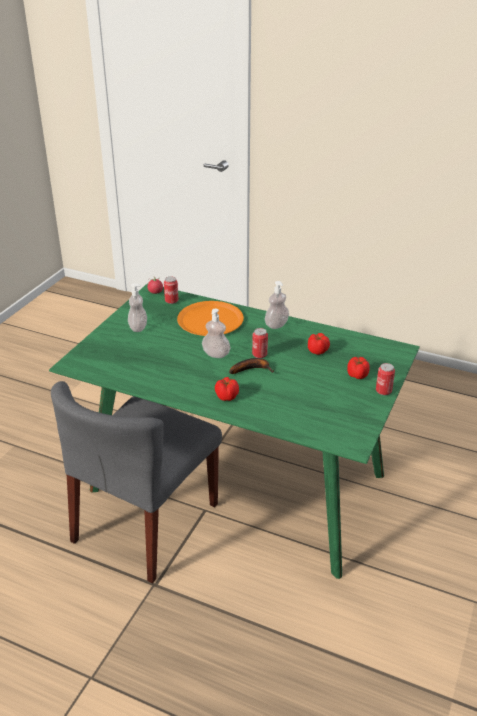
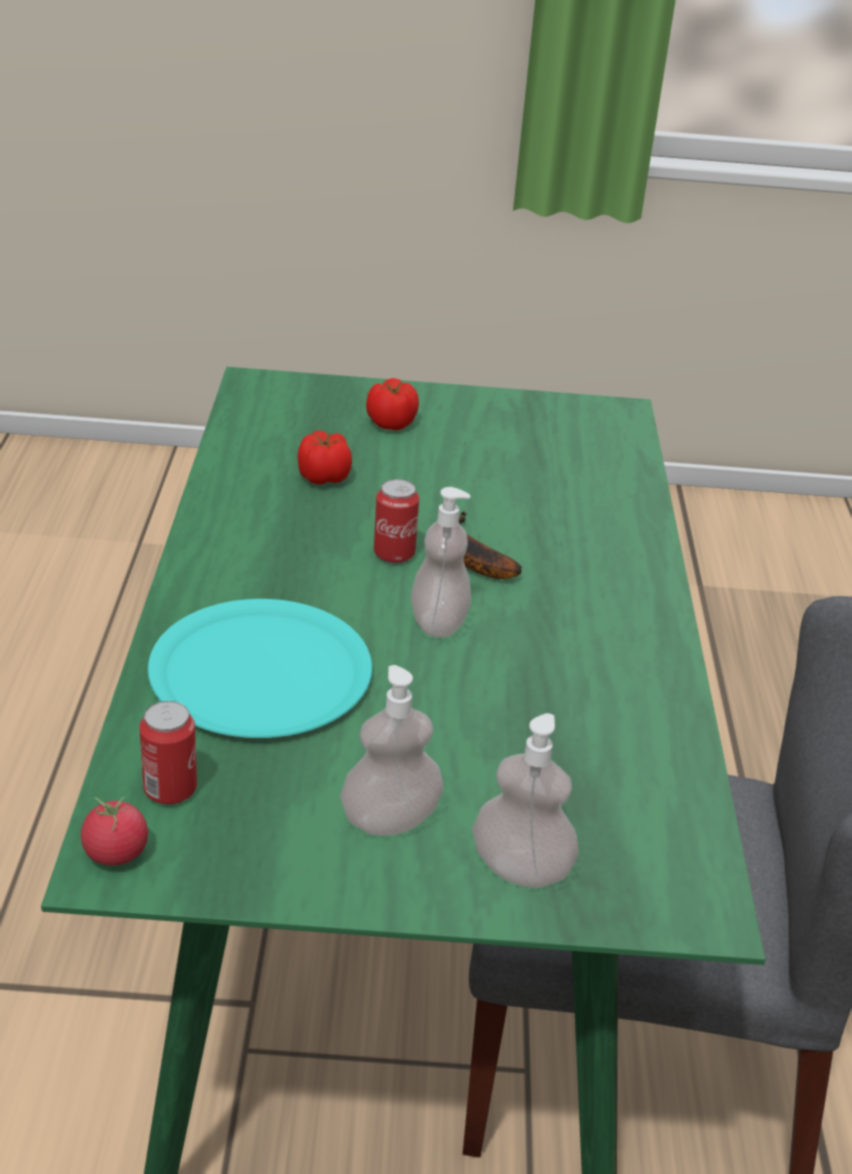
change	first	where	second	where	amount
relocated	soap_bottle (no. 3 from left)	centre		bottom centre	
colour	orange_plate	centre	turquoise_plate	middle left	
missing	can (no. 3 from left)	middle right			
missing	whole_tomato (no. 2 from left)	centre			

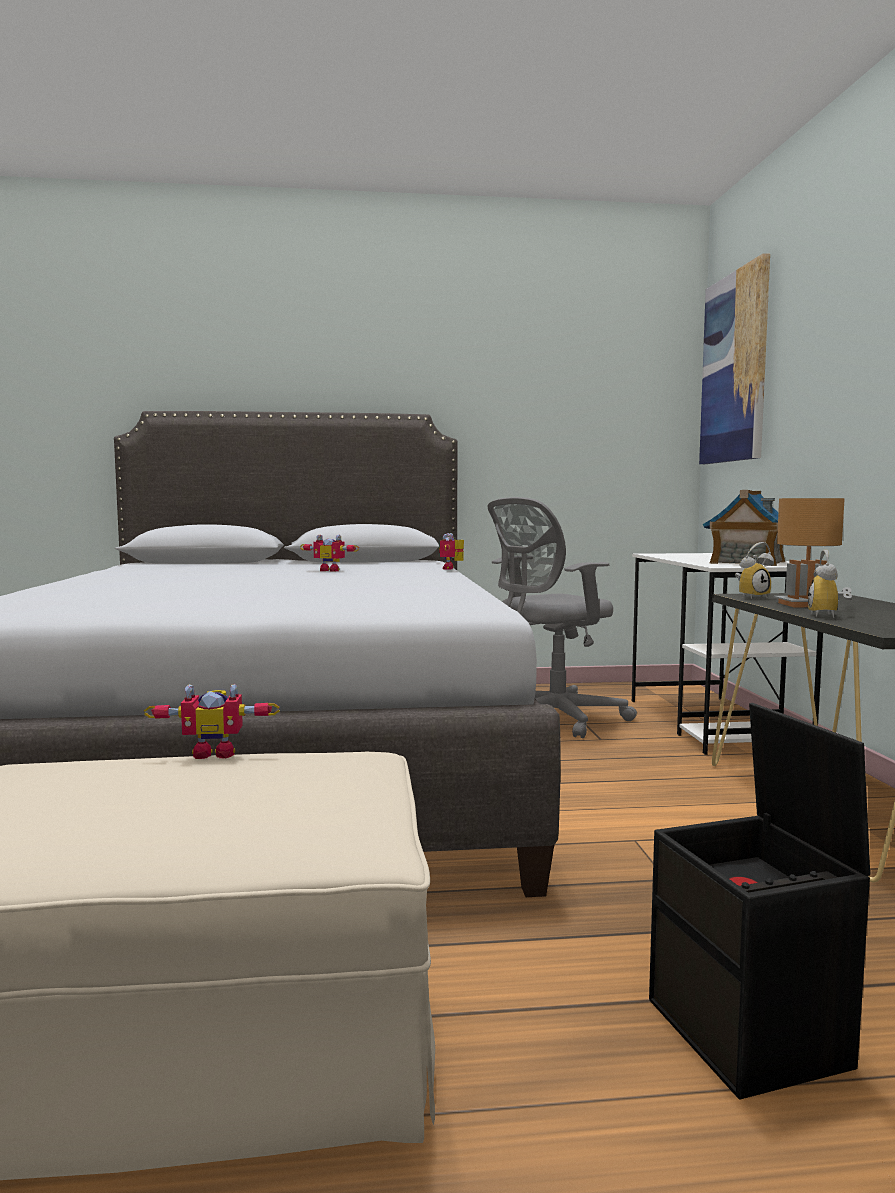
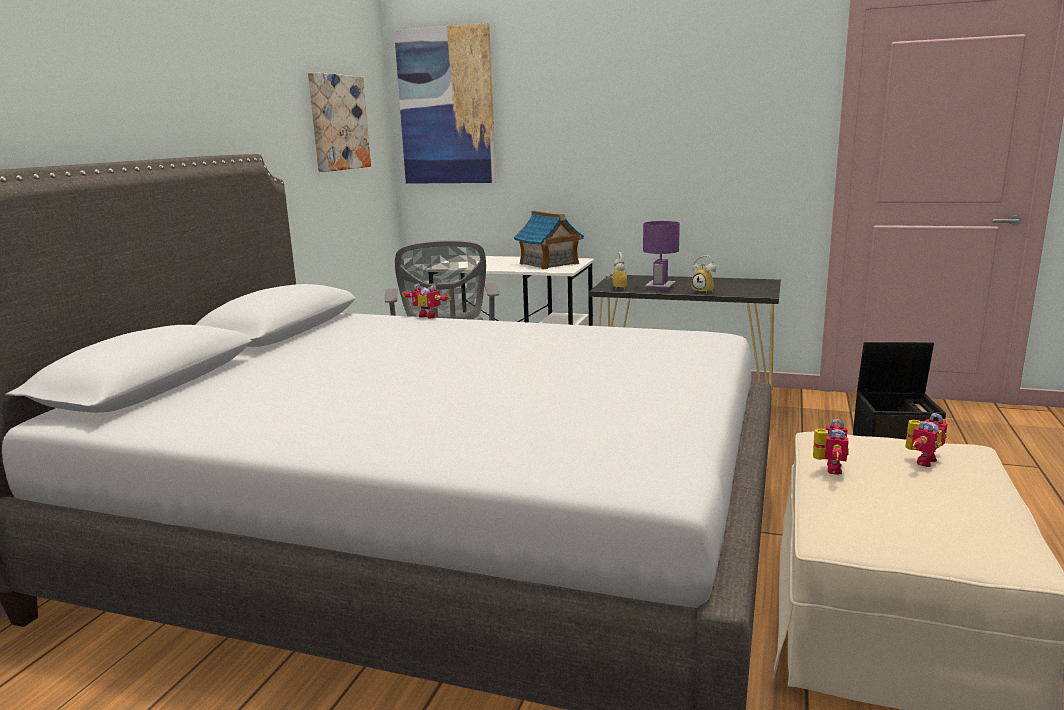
change	first	where	second	where	amount
colour	brown-coloured_lamp_for_a_table	middle right	purple_lamp_for_a_table	centre	
relocated	toy_robot (no. 2 from left in the first image)	centre	toy_robot (no. 3 from left)	middle right	
appeared			wall_picture (no. 1 from left)	top left	

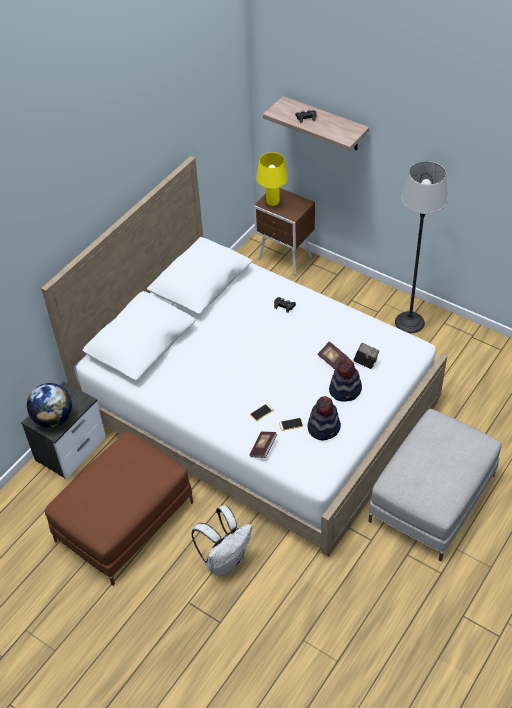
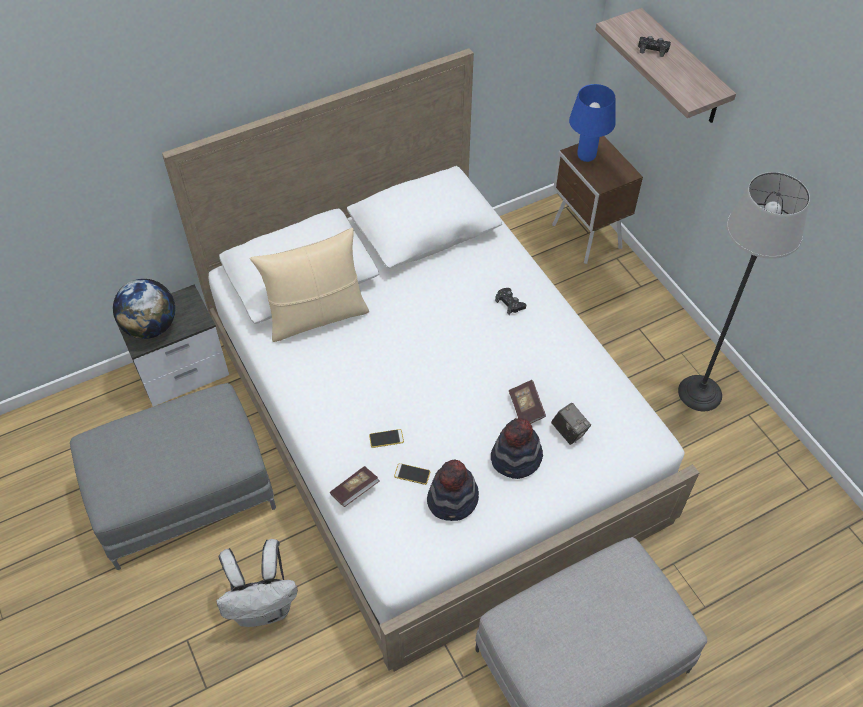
change	first	where	second	where	amount
colour	yellowish_lamp_for_a_table	top centre	blue_lamp_for_a_table	top right	
colour	brown-coloured_pouffe	bottom left	grey_pouffe (no. 1 from left)	bottom left	
appeared			sand-coloured_cushion	centre	

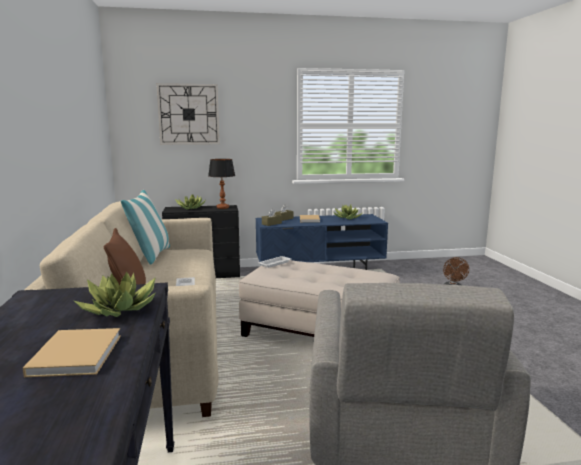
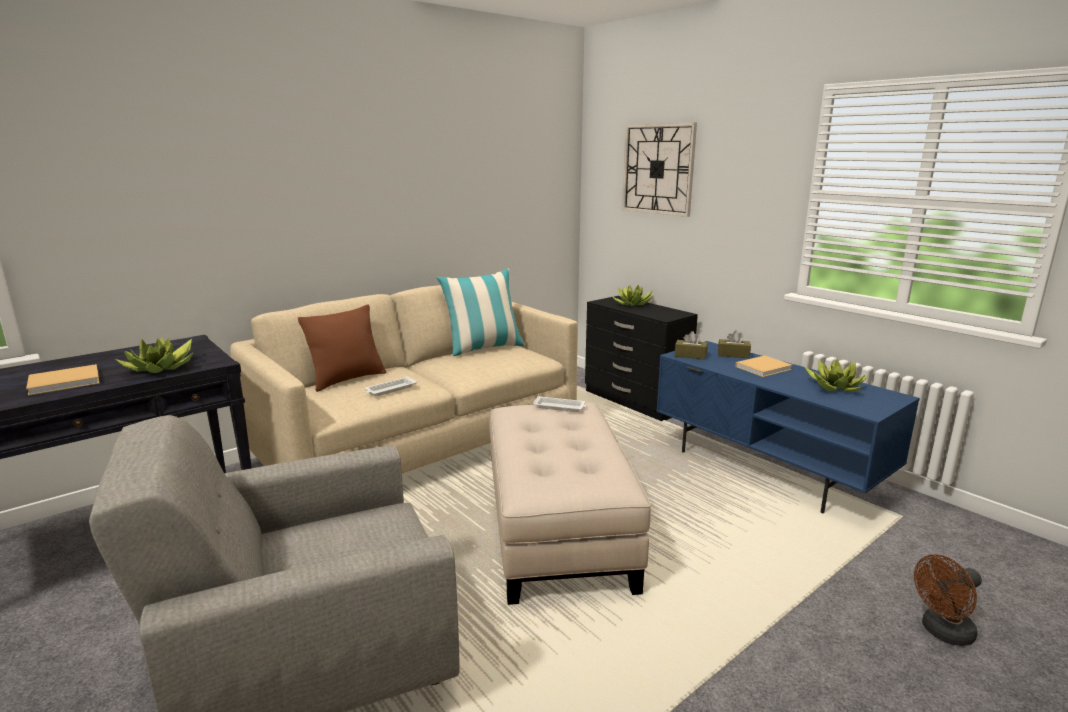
change	first	where	second	where	amount
missing	lamp_for_a_table	centre			

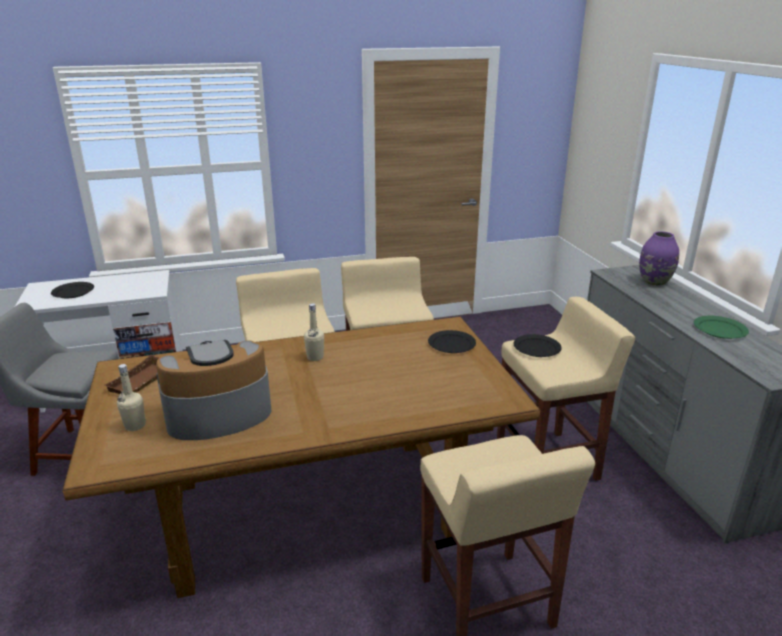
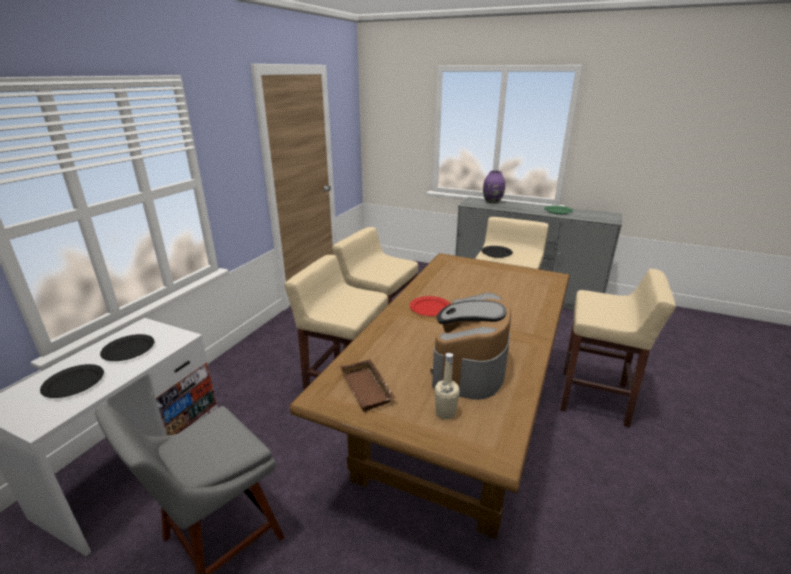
change	first	where	second	where	amount
exchanged	sand-coloured_beverage_bottle (no. 2 from left)	centre	red-coloured_plate	centre	
relocated	black-coloured_plate (no. 2 from left)	centre		middle left	

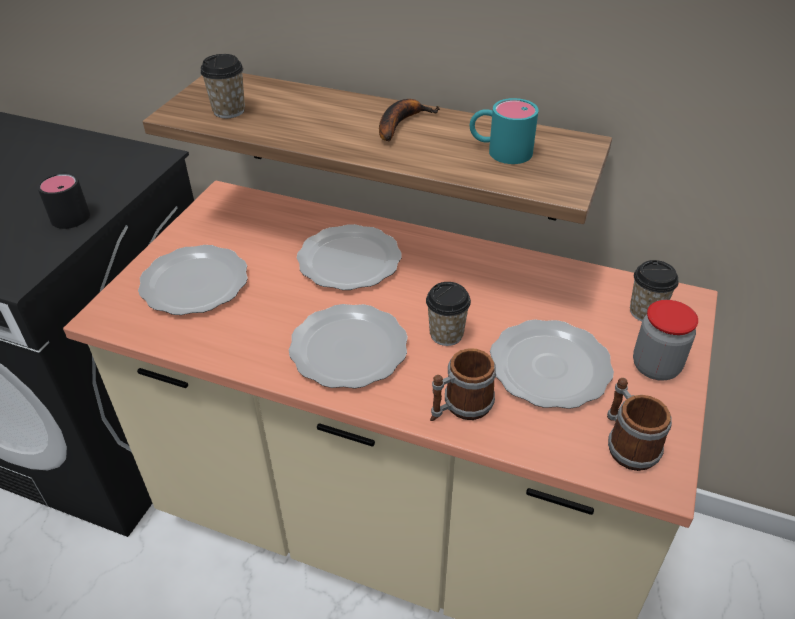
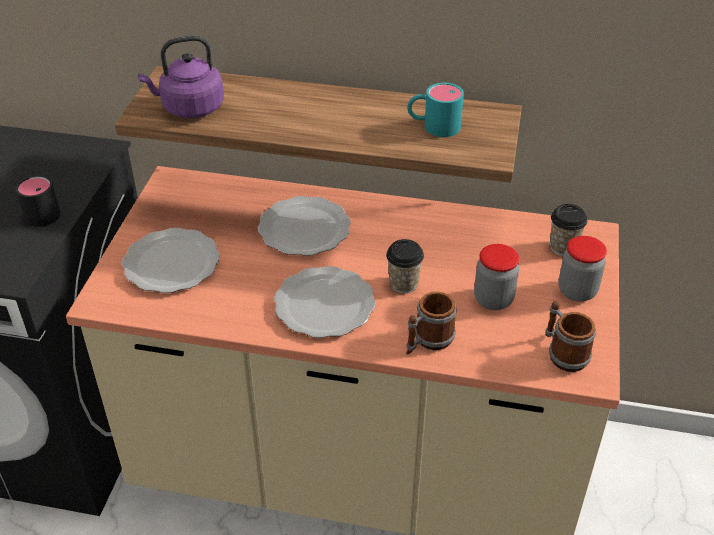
change	first	where	second	where	amount
exchanged	drinking_cup (no. 1 from left)	top left	purple_tea_kettle	top left	
missing	banana	top centre			
exchanged	plate (no. 4 from left)	middle right	jar (no. 1 from left)	middle right	

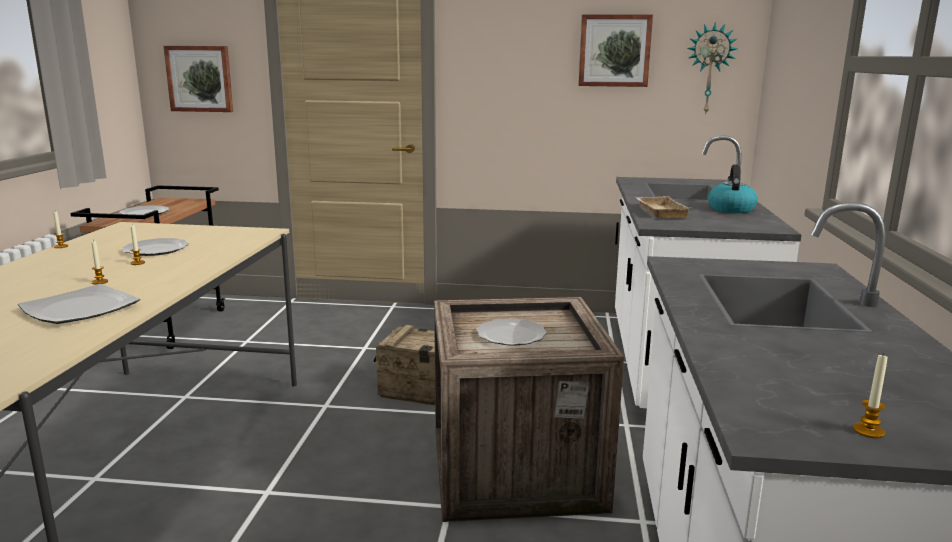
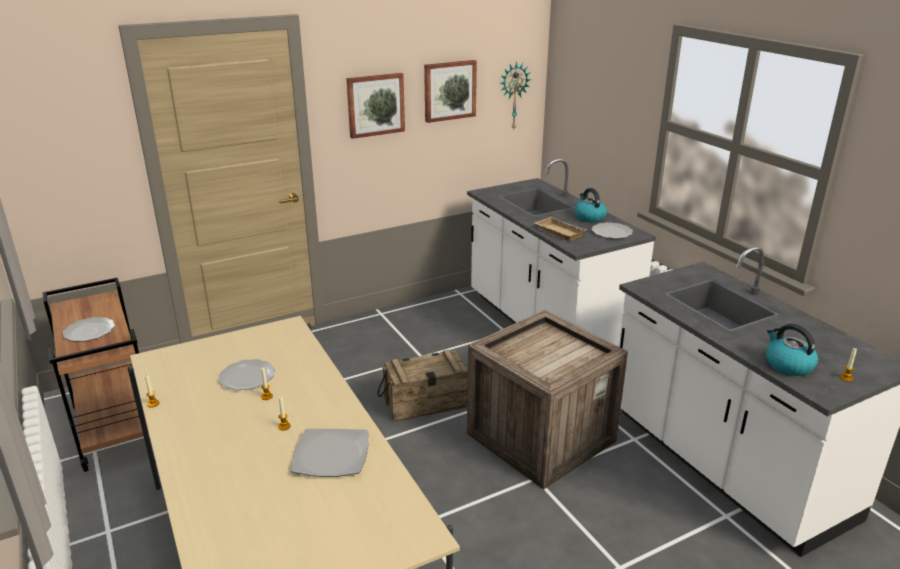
change	first	where	second	where	amount
relocated	wall_picture (no. 1 from left)	top left		top centre	
relocated	plate (no. 4 from left)	centre		middle right	
appeared			tea_kettle (no. 2 from left)	middle right	

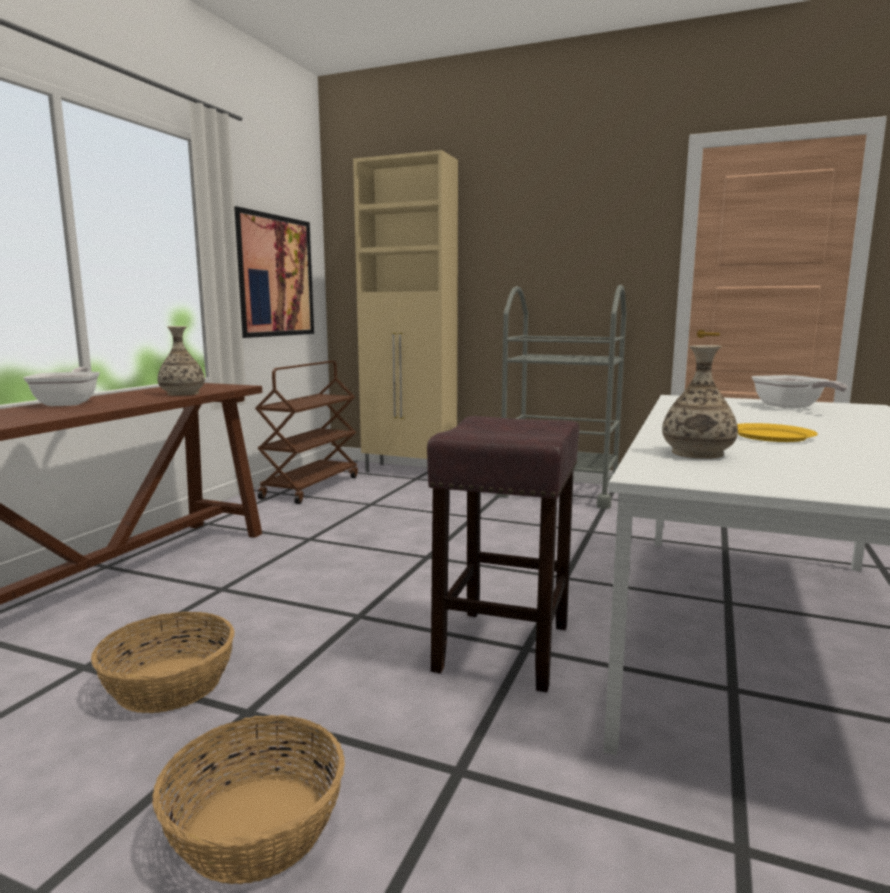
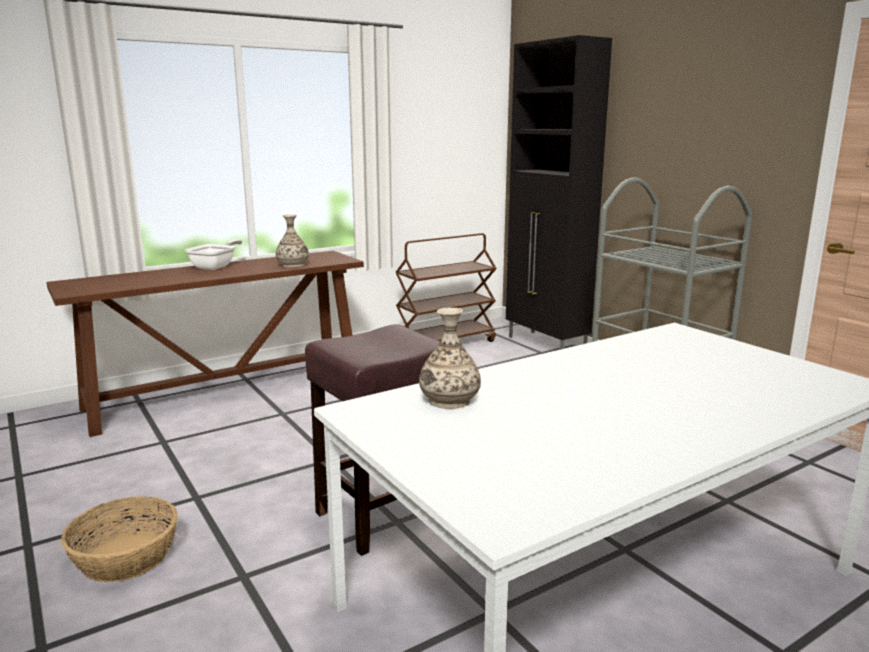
change	first	where	second	where	amount
colour	sand-coloured_storage_cabinet	centre	black-coloured_storage_cabinet	top centre	
missing	wall_picture	top left			
missing	frying_pan (no. 2 from left)	middle right			
missing	yellowish_plate	middle right			
missing	basket (no. 1 from left)	bottom left			

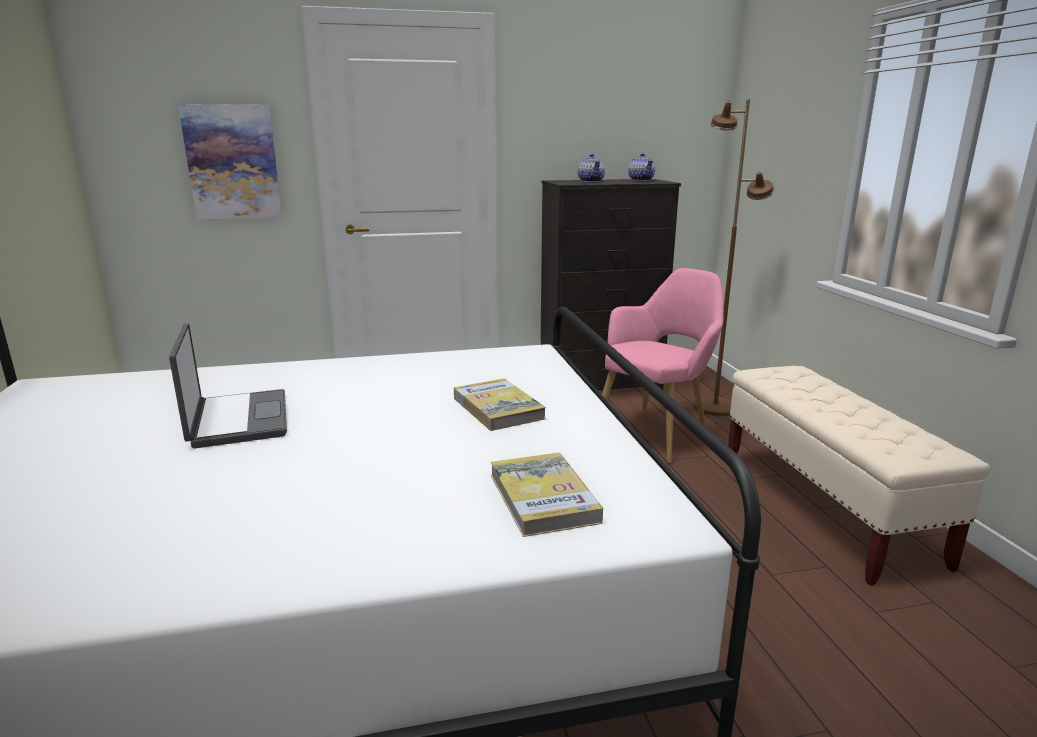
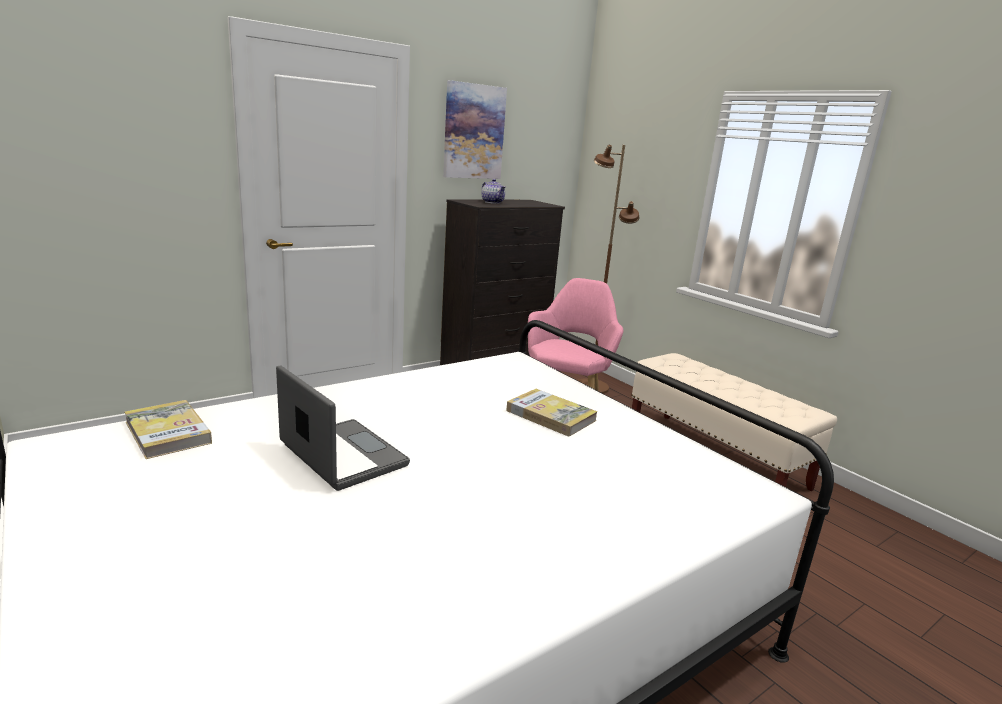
change	first	where	second	where	amount
relocated	wall_picture	top left		top centre	
missing	tea_pot (no. 2 from left)	top centre			
relocated	bound_book (no. 2 from left in the first image)	bottom centre	bound_book (no. 1 from left)	middle left	

